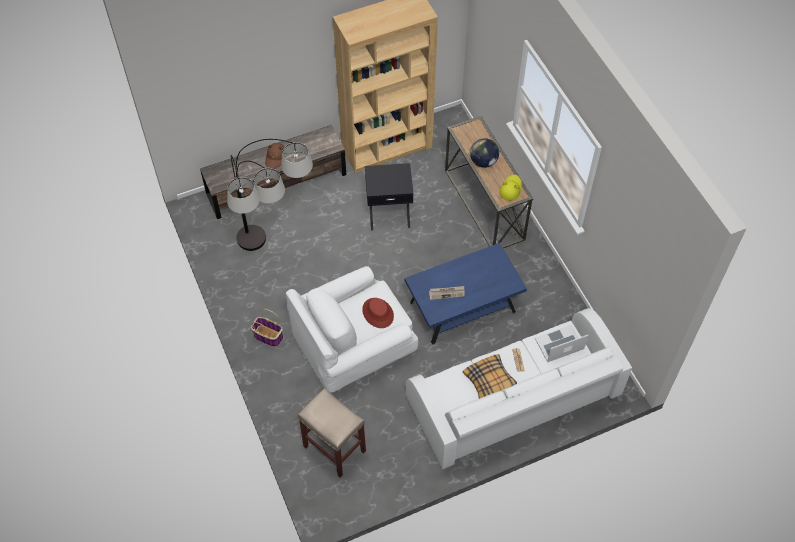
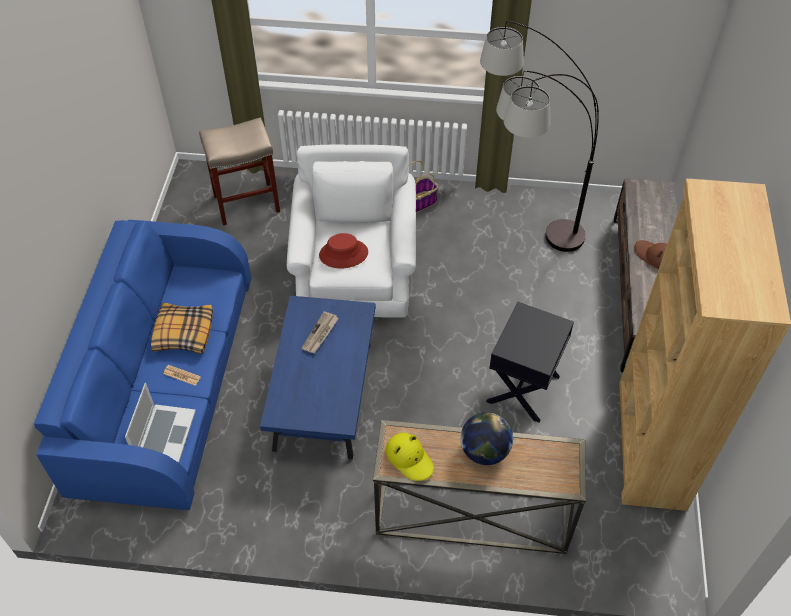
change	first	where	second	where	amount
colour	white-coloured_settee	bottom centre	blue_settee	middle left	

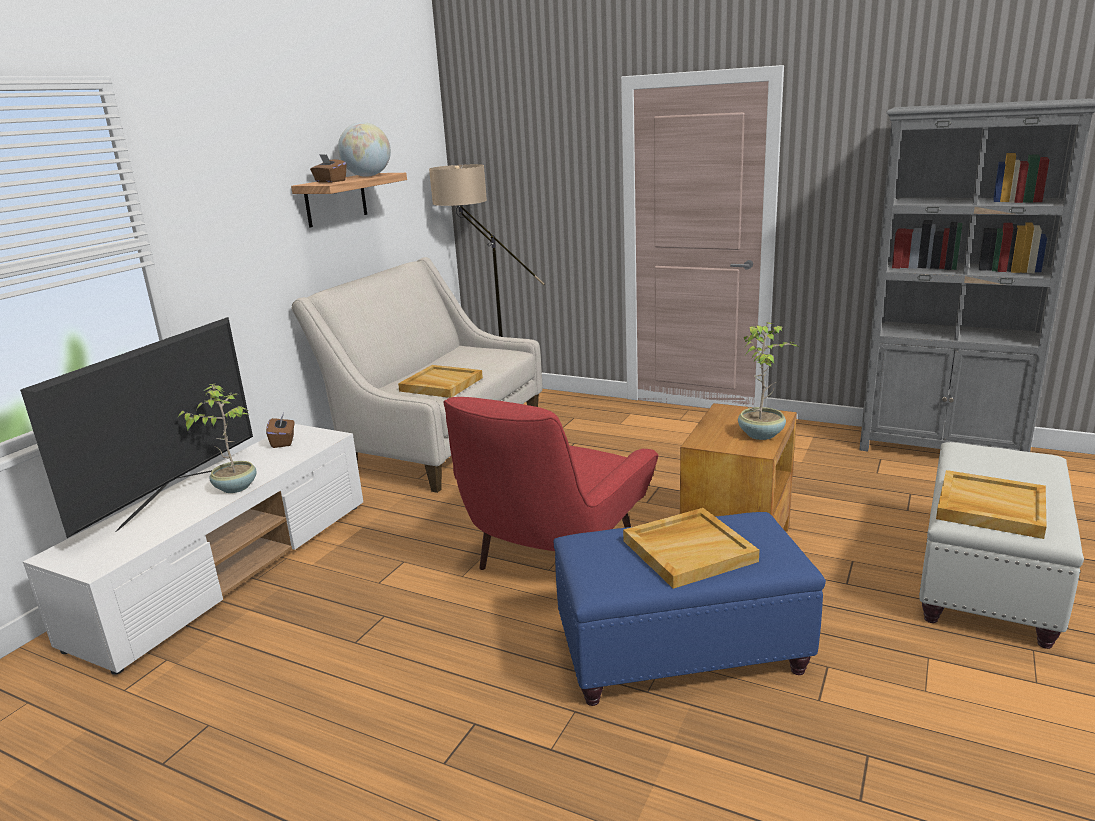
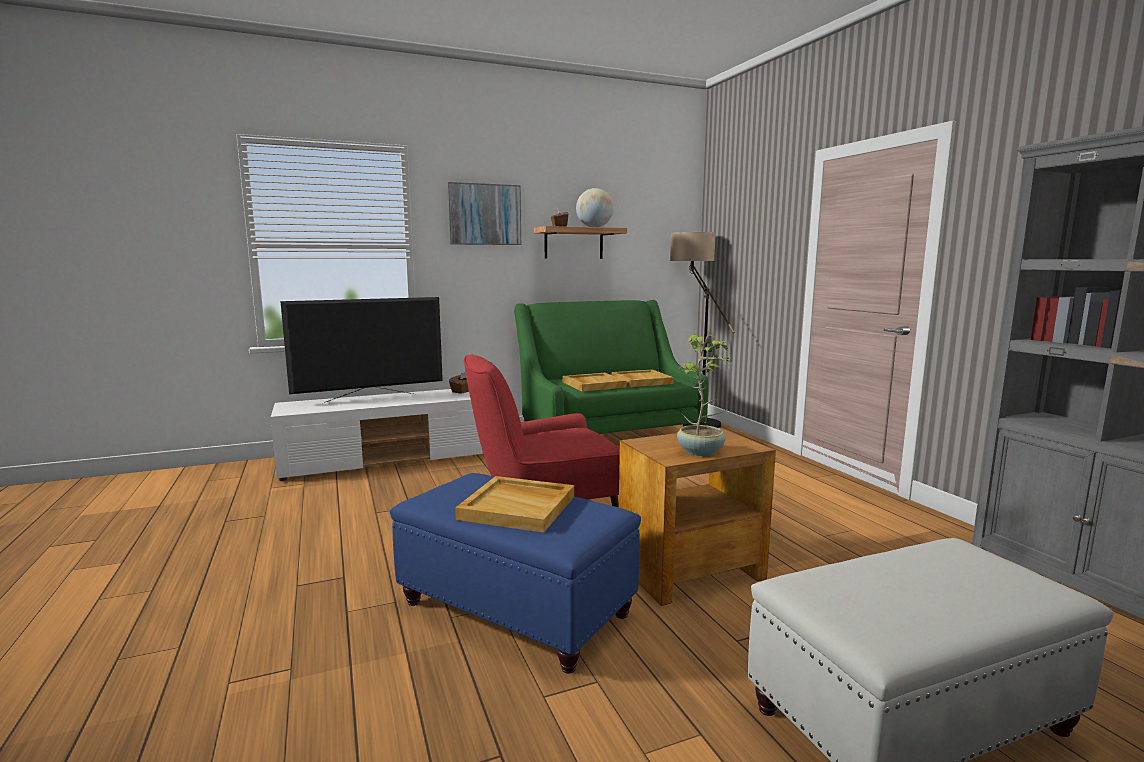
change	first	where	second	where	amount
colour	sand-coloured_settee	centre	green-coloured_settee	centre	
missing	houseplant (no. 1 from left)	middle left			
relocated	sand-coloured_carrying_tray (no. 3 from left)	middle right		centre	
appeared			wall_picture	top centre	

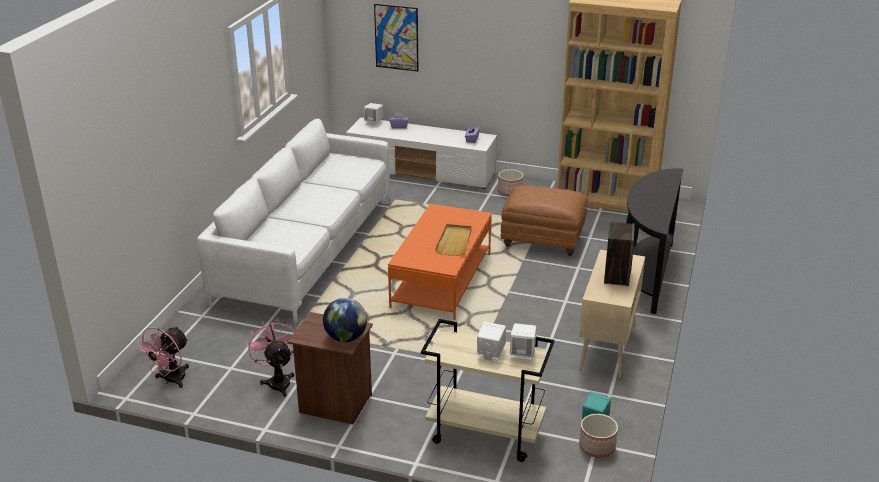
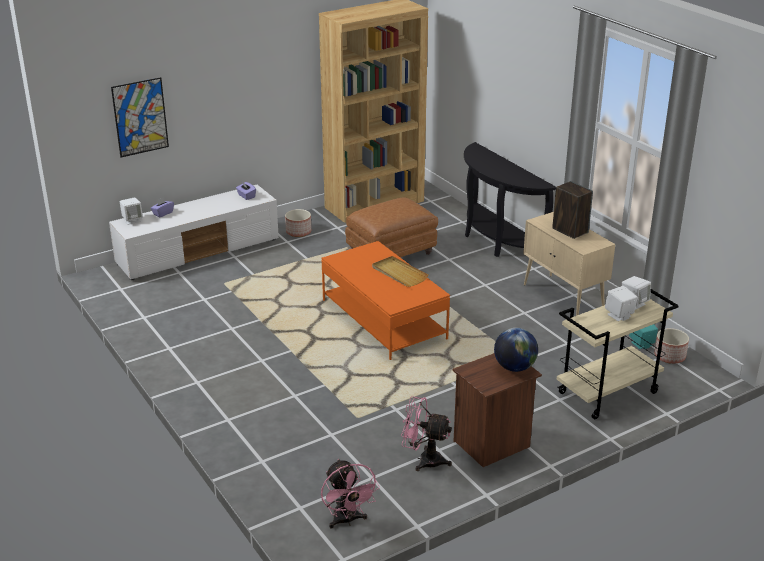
change	first	where	second	where	amount
missing	white-coloured_settee	centre			

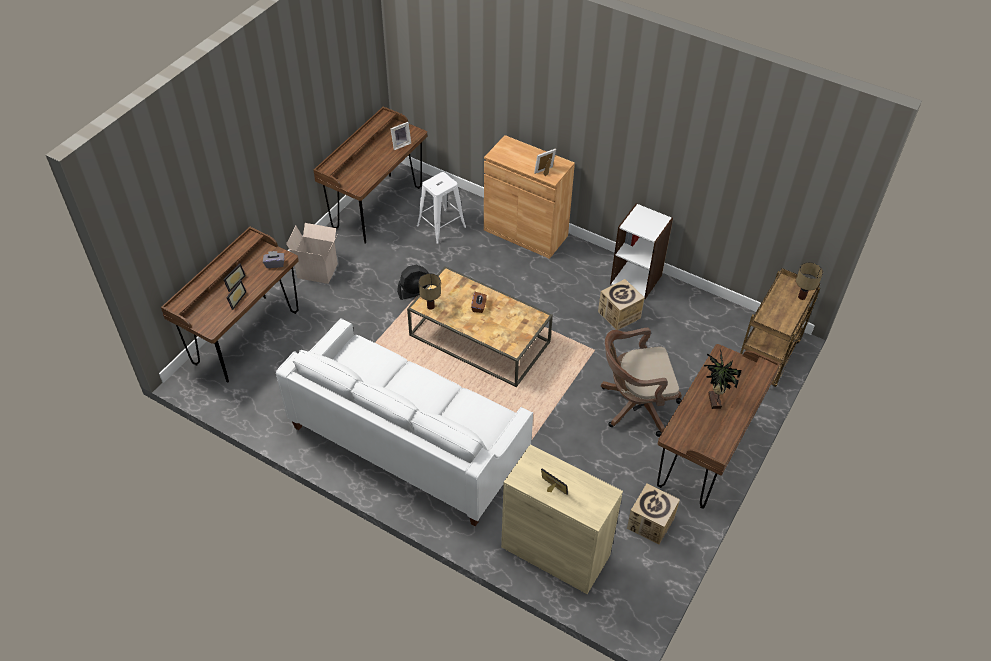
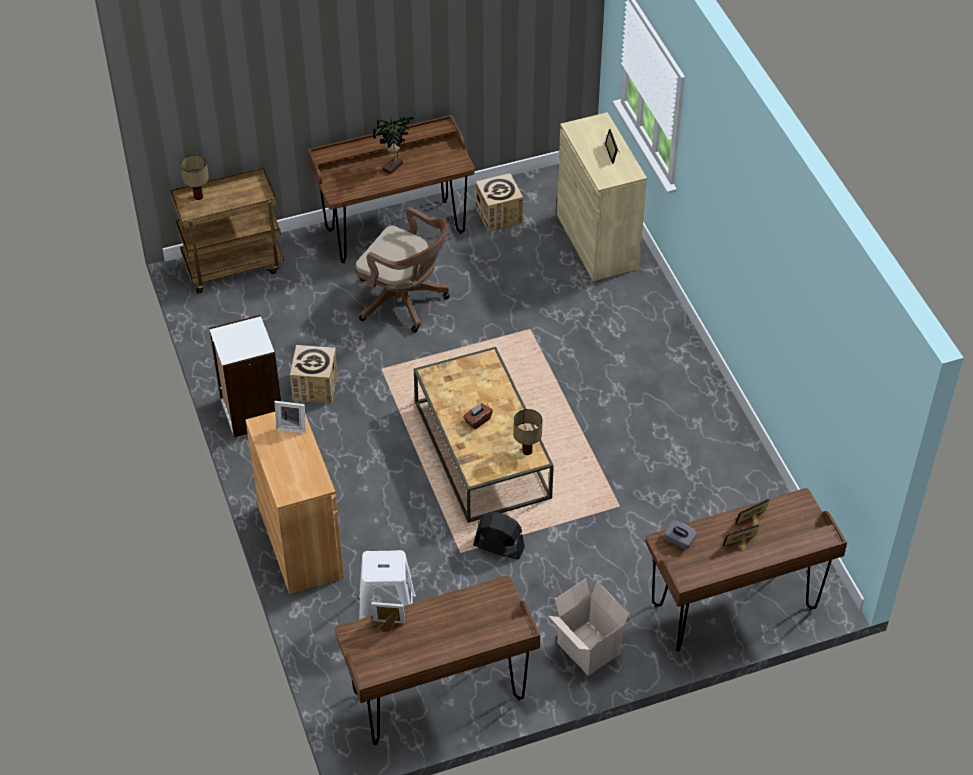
change	first	where	second	where	amount
missing	white-coloured_settee	centre			

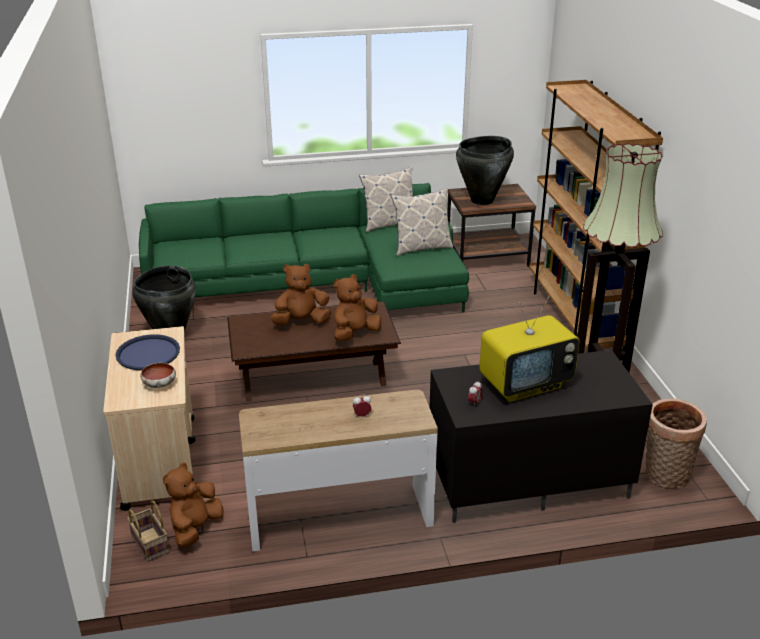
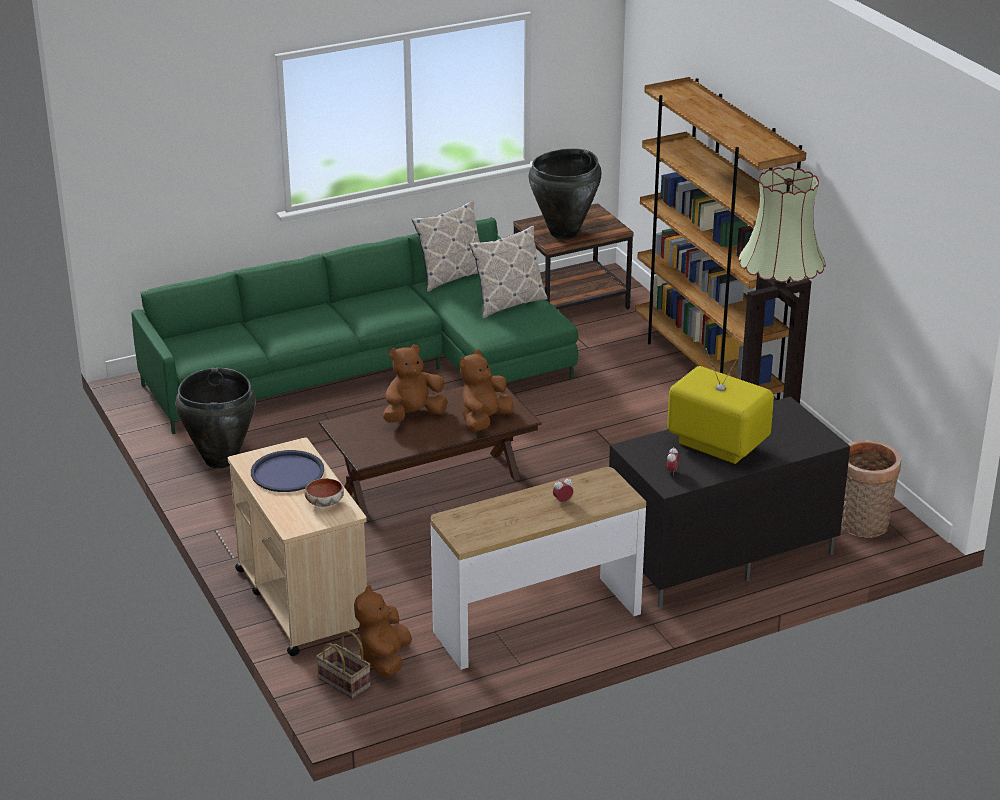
change	first	where	second	where	amount
spun	TV_set	middle right		middle right	105 degrees counterclockwise

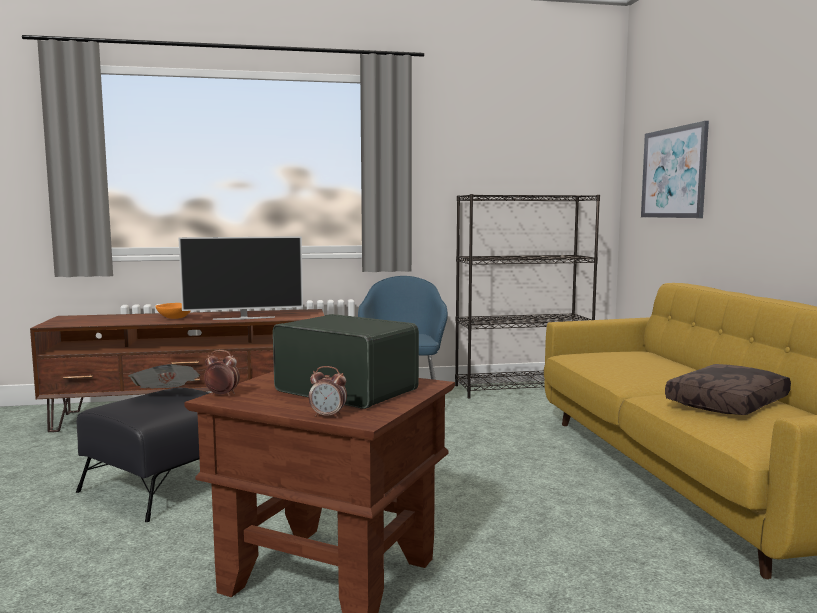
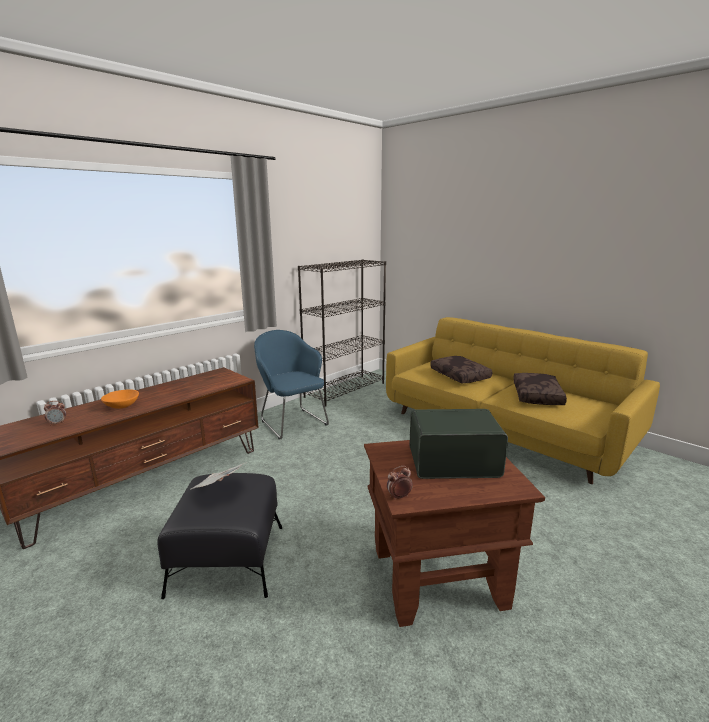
change	first	where	second	where	amount
missing	wall_picture	top right			
missing	TV_set	middle left			
relocated	alarm_clock (no. 2 from left in the first image)	centre	alarm_clock (no. 1 from left)	middle left	
appeared			brown-coloured_cushion (no. 1 from left)	centre	

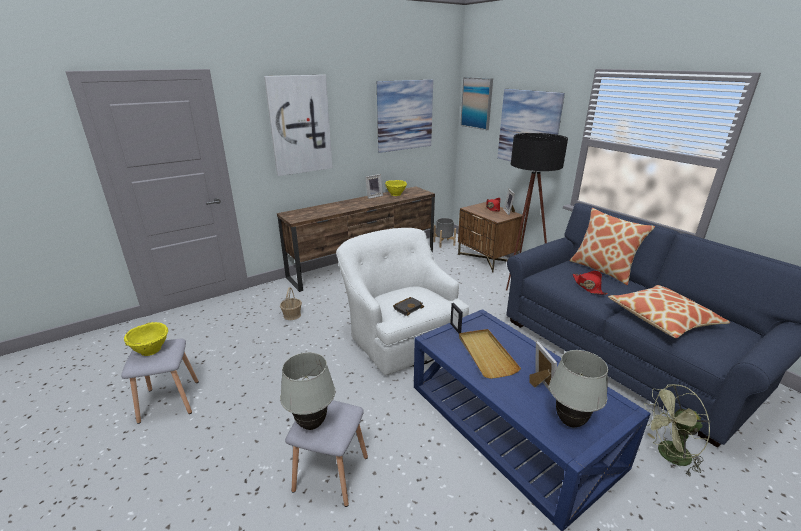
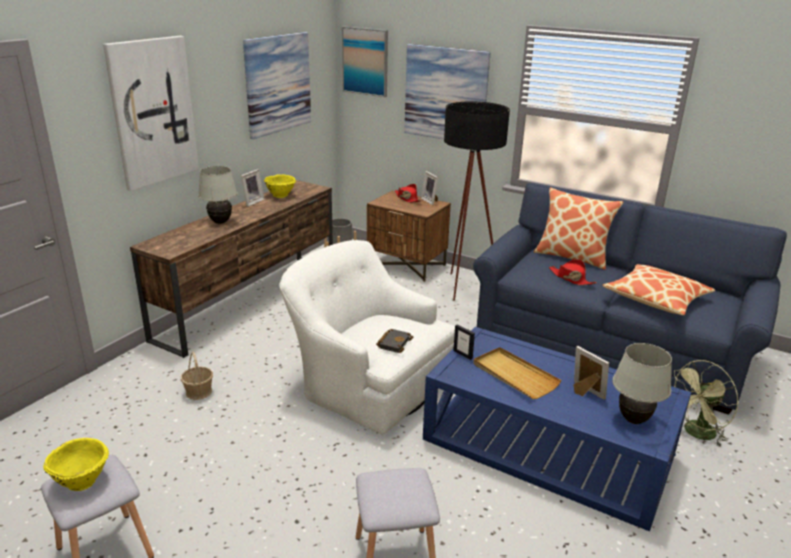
change	first	where	second	where	amount
relocated	white-coloured_lamp_for_a_table (no. 1 from left)	bottom centre		middle left	

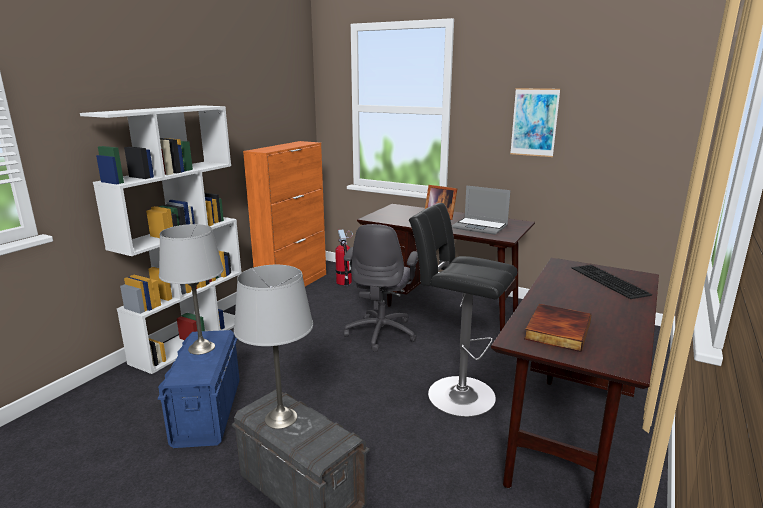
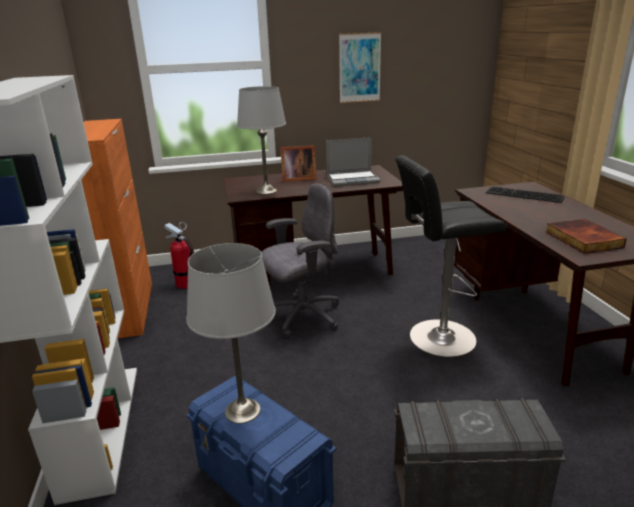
change	first	where	second	where	amount
spun	grey_office_chair	centre		centre	90 degrees counterclockwise
relocated	grey_lamp_for_a_table (no. 2 from left)	bottom centre		top centre	

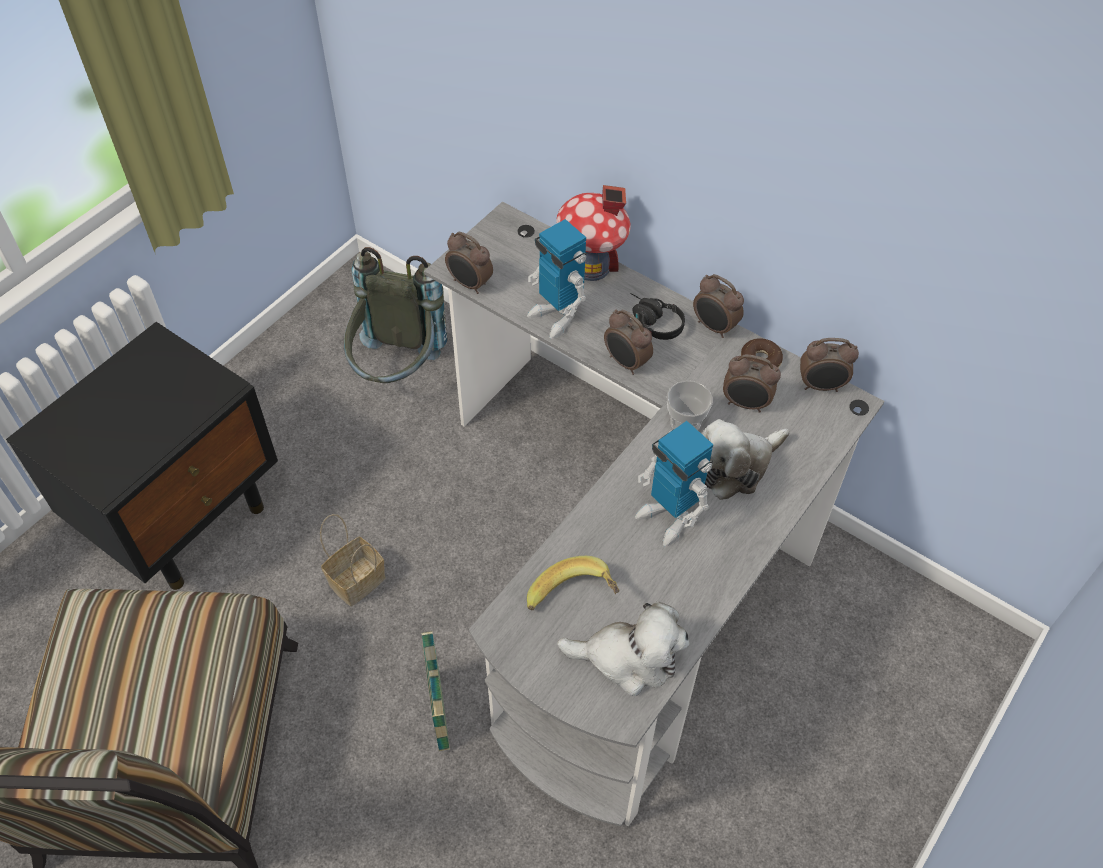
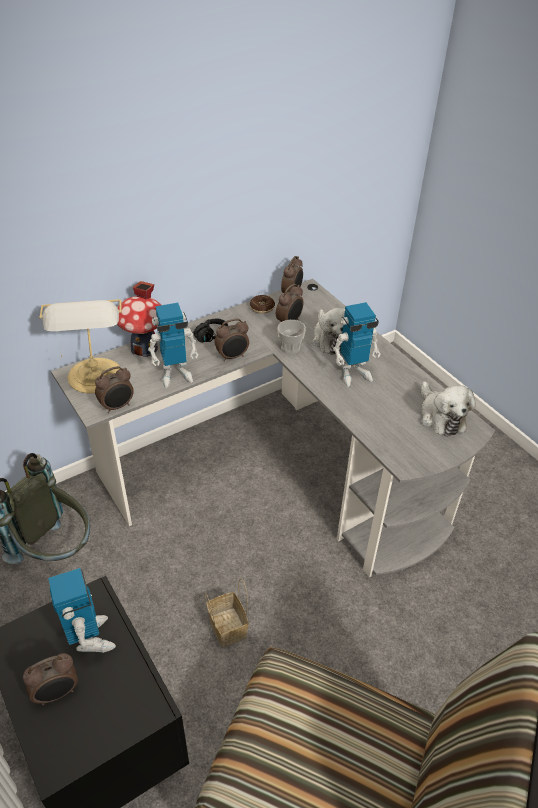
change	first	where	second	where	amount
relocated	alarm_clock (no. 3 from left in the first image)	centre	alarm_clock (no. 1 from left)	bottom left	
missing	banana	bottom centre			
spun	plush_toy (no. 1 from left in the first image)	bottom centre	plush_toy (no. 2 from left)	middle right	135 degrees clockwise
missing	basket (no. 2 from left)	bottom centre			
appeared			lamp_for_a_table	middle left	
appeared			toy_robot (no. 1 from left)	bottom left	

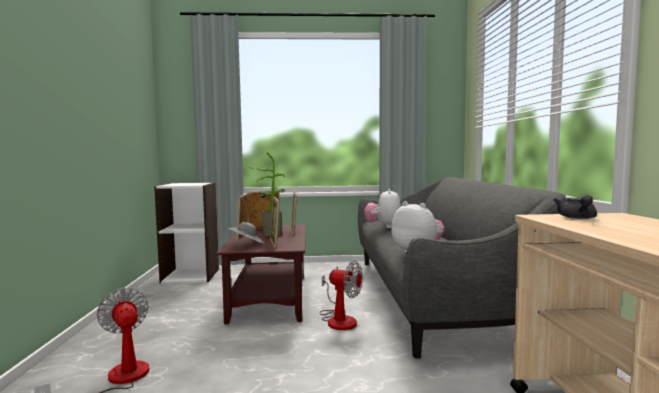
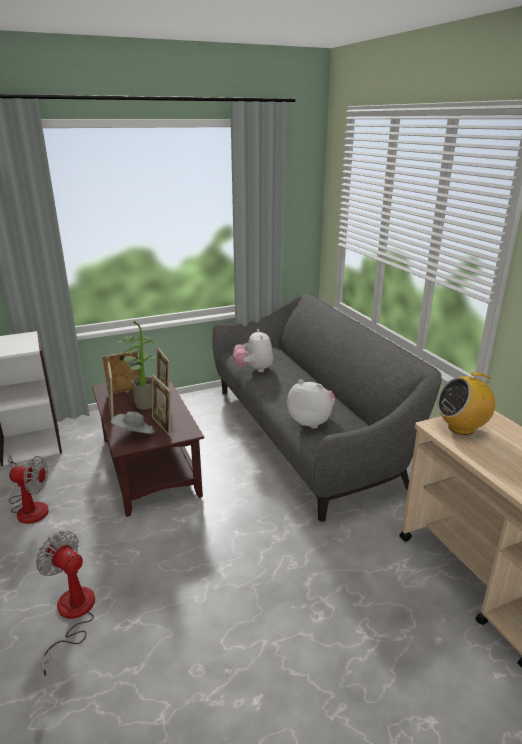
change	first	where	second	where	amount
exchanged	grey_tea_pot	middle right	radio_set	middle right	
relocated	fan (no. 2 from left in the first image)	bottom centre	fan (no. 1 from left)	middle left	

